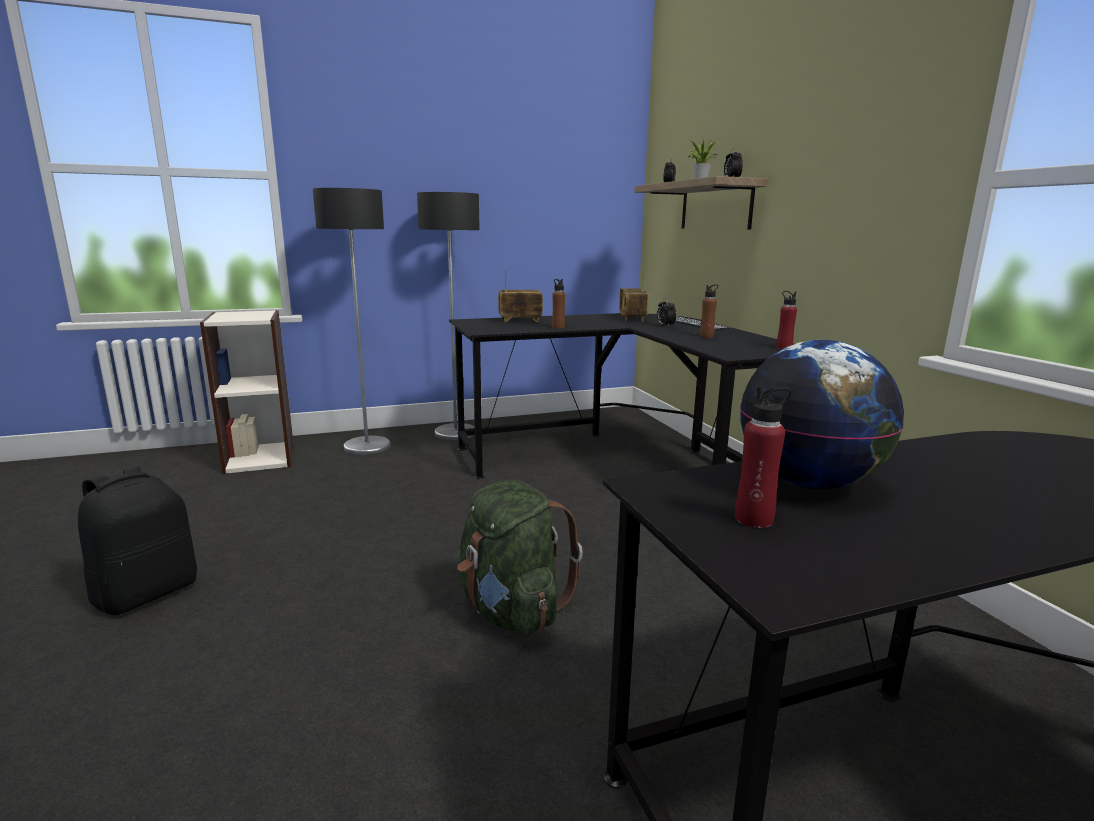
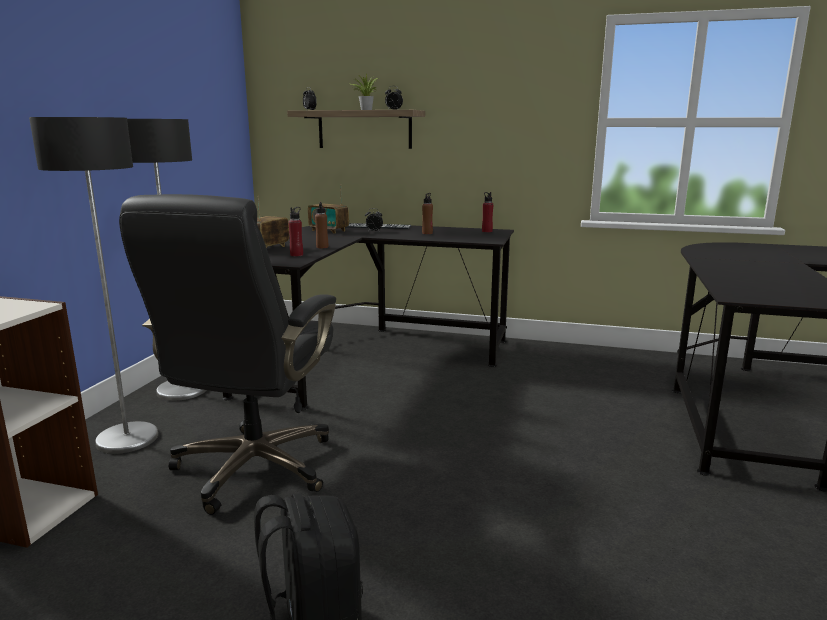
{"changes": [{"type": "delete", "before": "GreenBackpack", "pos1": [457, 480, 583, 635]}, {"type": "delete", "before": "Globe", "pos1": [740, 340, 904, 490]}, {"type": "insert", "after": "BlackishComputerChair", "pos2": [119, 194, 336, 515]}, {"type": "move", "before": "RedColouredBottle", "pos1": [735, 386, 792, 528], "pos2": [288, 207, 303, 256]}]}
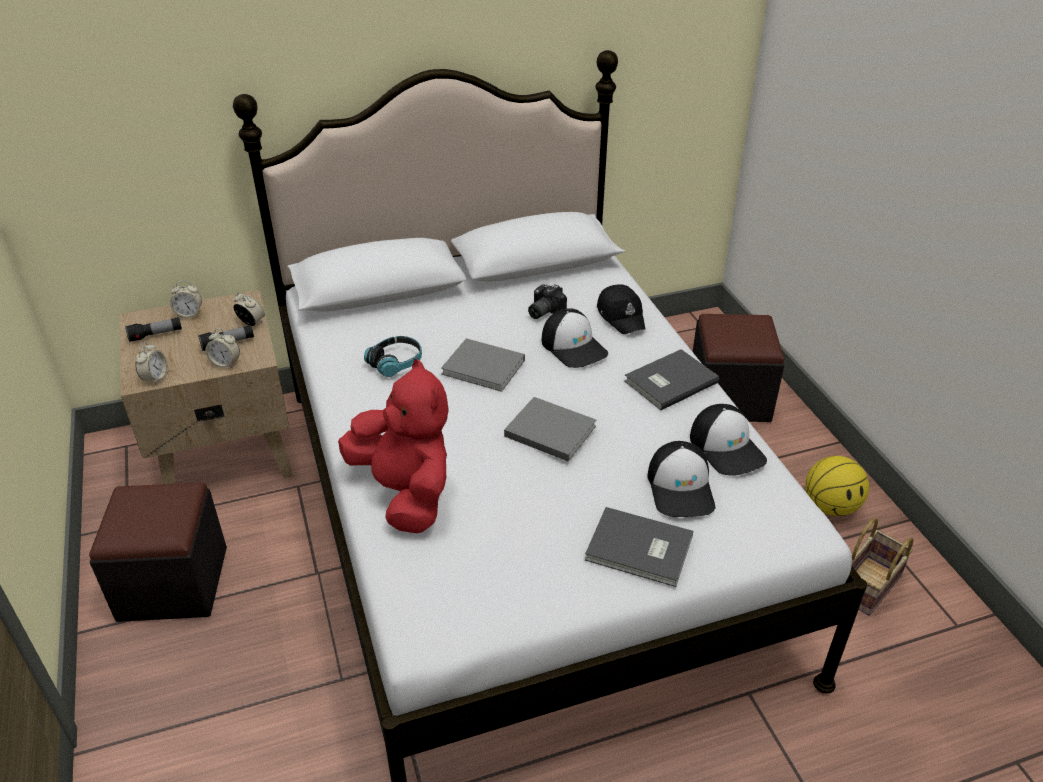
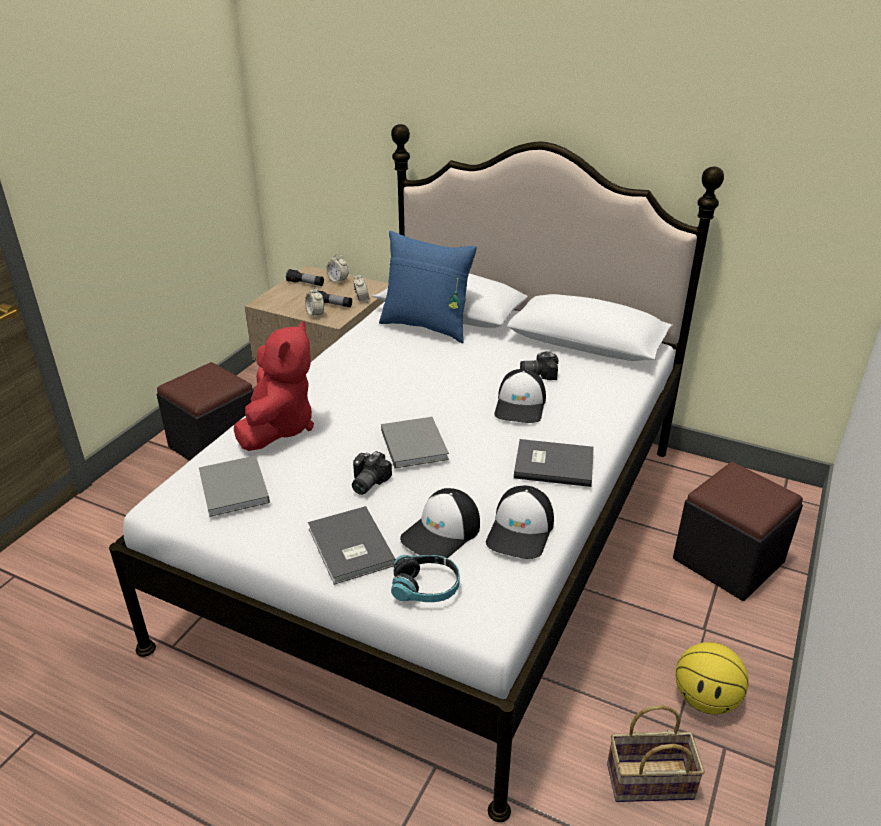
{"changes": [{"type": "delete", "before": "BedsideClock", "pos1": [136, 342, 167, 384]}, {"type": "delete", "before": "BlackishCap", "pos1": [597, 285, 645, 334]}, {"type": "insert", "after": "StillCamera", "pos2": [352, 451, 392, 495]}, {"type": "insert", "after": "BlueCushion", "pos2": [379, 231, 477, 343]}, {"type": "move", "before": "PairOfHeadphones", "pos1": [364, 336, 422, 377], "pos2": [391, 555, 460, 602]}, {"type": "move", "before": "GreyishBook", "pos1": [441, 338, 525, 392], "pos2": [199, 455, 270, 517]}]}
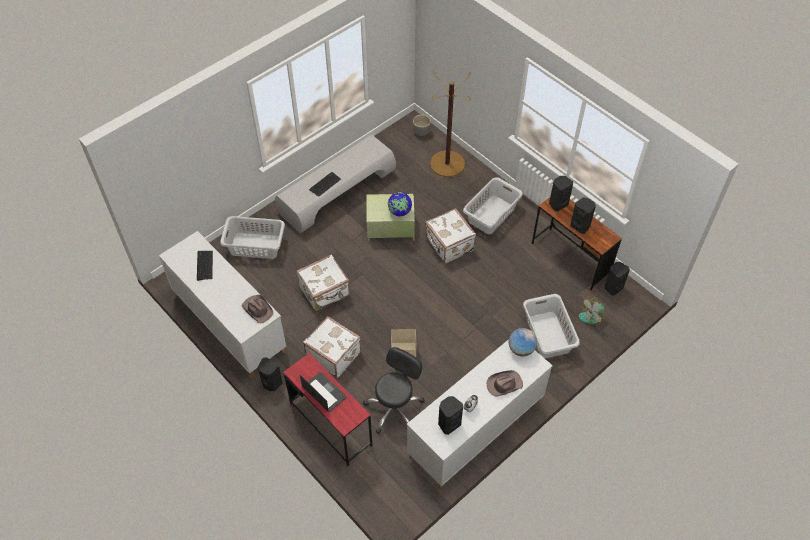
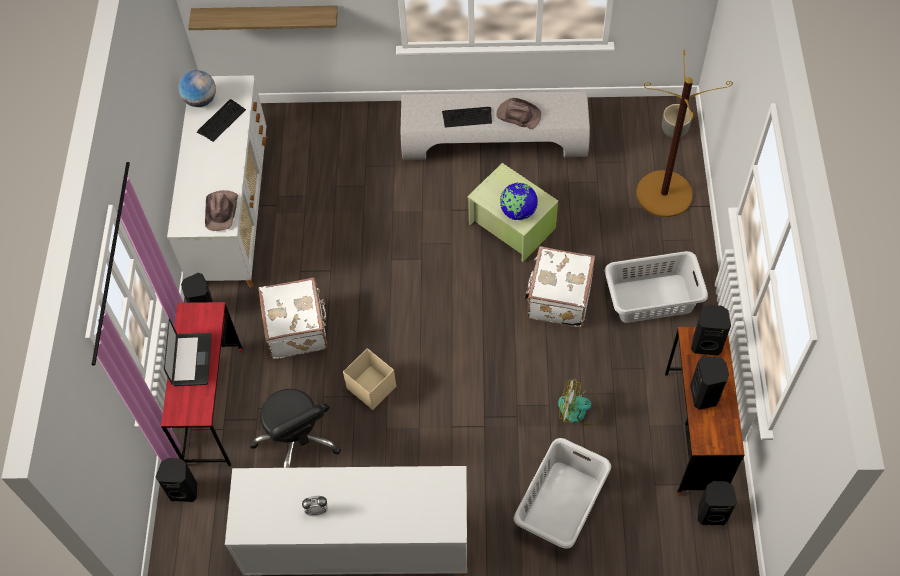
{"changes": [{"type": "delete", "before": "GreyishLaundryBasket", "pos1": [220, 216, 285, 259]}, {"type": "delete", "before": "WhiteSuitcase", "pos1": [296, 254, 350, 311]}, {"type": "insert", "after": "BracketShelf", "pos2": [188, 5, 338, 30]}, {"type": "move", "before": "BlackishAudioSpeaker", "pos1": [438, 396, 463, 435], "pos2": [156, 458, 197, 502]}, {"type": "move", "before": "BrownColouredHat", "pos1": [487, 370, 523, 397], "pos2": [497, 98, 541, 130]}, {"type": "move", "before": "Globe", "pos1": [508, 328, 537, 356], "pos2": [178, 70, 216, 107]}, {"type": "move", "before": "Fan", "pos1": [578, 297, 607, 324], "pos2": [558, 379, 602, 425]}, {"type": "rotate", "before": "BlackishComputerChair", "pos1": [363, 347, 425, 434], "pos2": [250, 389, 341, 468], "turn": 75}]}
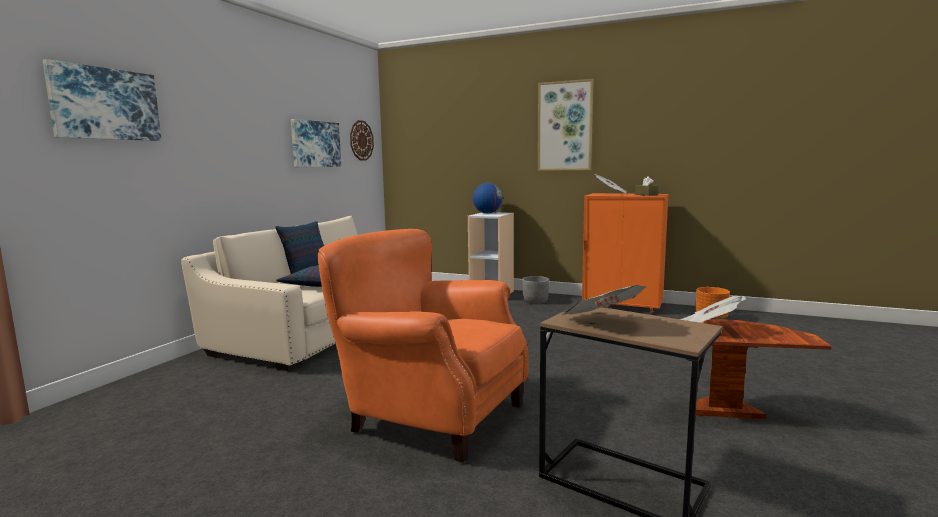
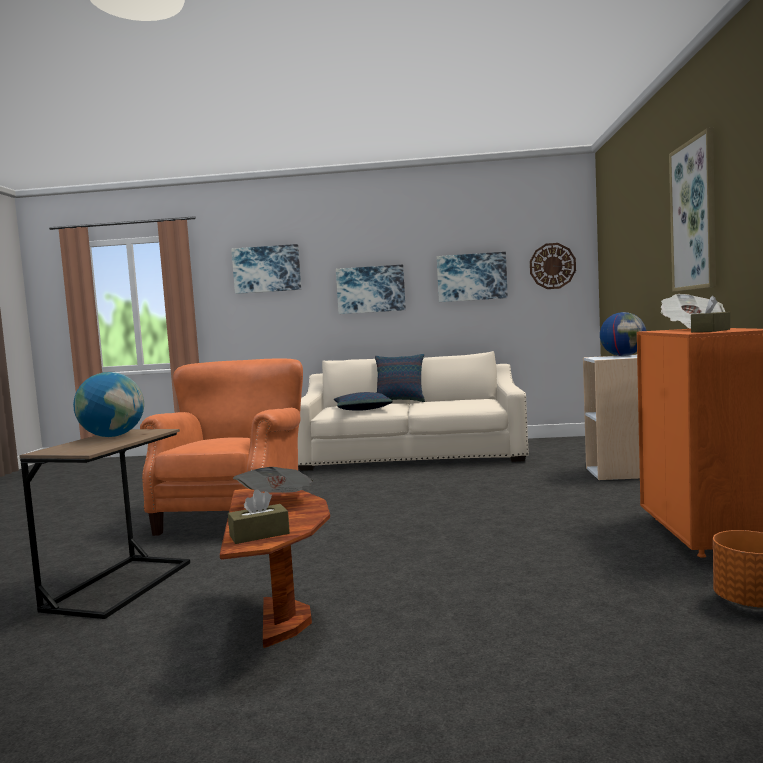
{"changes": [{"type": "delete", "before": "GreyishPlantPot", "pos1": [522, 276, 549, 304]}, {"type": "insert", "after": "BrownColouredBoxOfTissues", "pos2": [228, 489, 290, 544]}, {"type": "insert", "after": "WallArt", "pos2": [336, 264, 406, 314]}, {"type": "replace", "before": "PrintedPaper", "after": "Globe", "pos1": [562, 285, 646, 315], "pos2": [73, 372, 144, 437]}]}
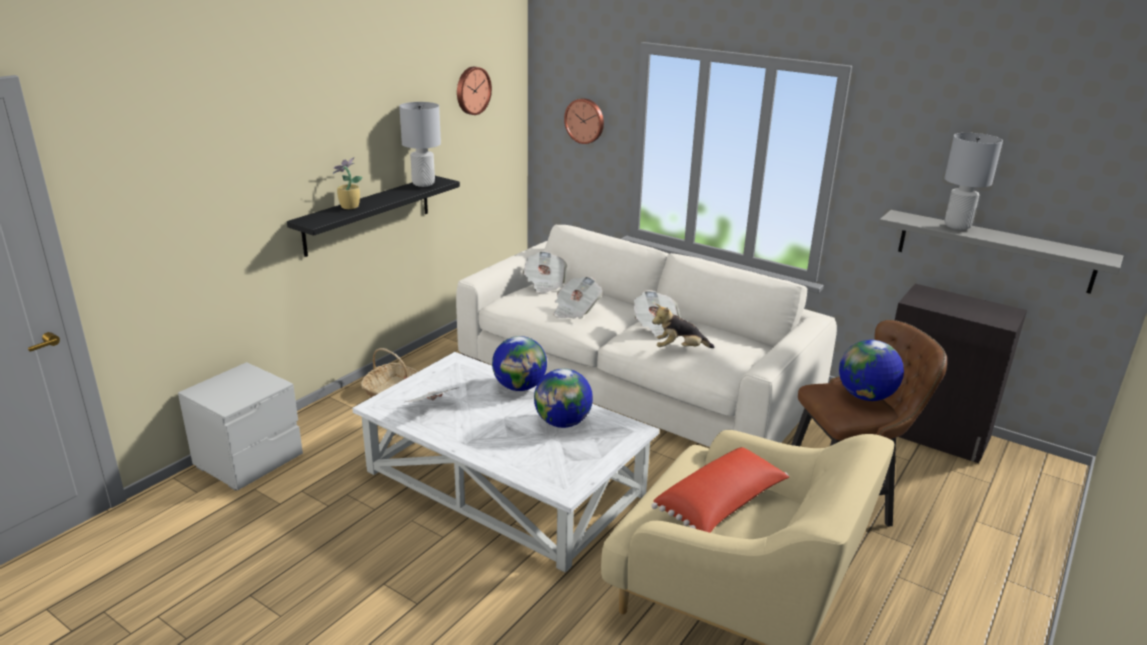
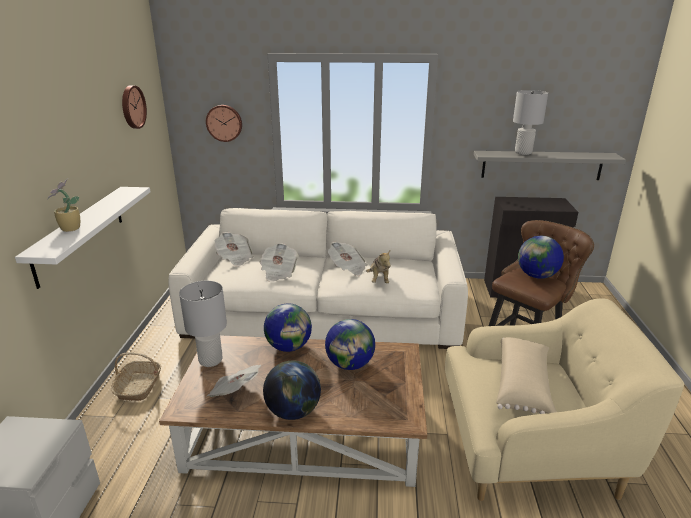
{"changes": [{"type": "insert", "after": "Globe", "pos2": [263, 361, 321, 420]}, {"type": "move", "before": "GreyishTabletopLamp", "pos1": [399, 102, 441, 187], "pos2": [179, 281, 227, 367]}, {"type": "recolor", "before": "BlackishBracketShelf", "after": "WhiteBracketShelf", "pos1": [287, 176, 460, 257], "pos2": [15, 187, 151, 289]}, {"type": "recolor", "before": "WhiteLowTable", "after": "BrownColouredLowTable", "pos1": [352, 352, 660, 573], "pos2": [159, 335, 427, 487]}, {"type": "recolor", "before": "RedColouredCushion", "after": "SandColouredCushion", "pos1": [651, 447, 789, 533], "pos2": [496, 337, 557, 414]}, {"type": "rotate", "before": "SoftToy", "pos1": [652, 304, 715, 348], "pos2": [366, 250, 391, 283], "turn": -60}]}
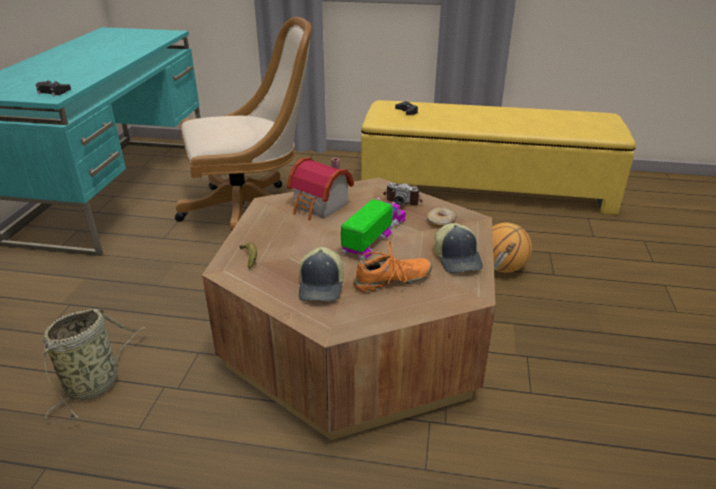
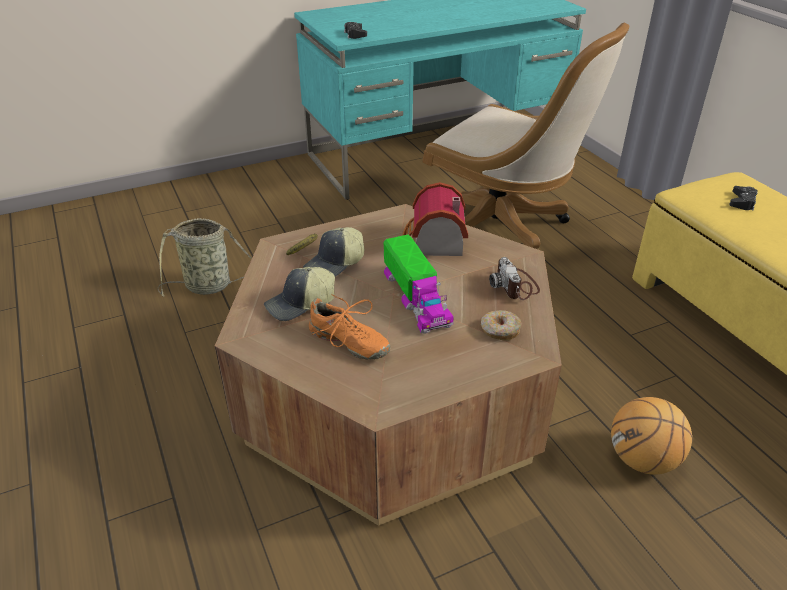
{"changes": [{"type": "move", "before": "Cap", "pos1": [435, 223, 483, 274], "pos2": [303, 227, 364, 277]}, {"type": "rotate", "before": "ModelTruck", "pos1": [341, 197, 406, 260], "pos2": [383, 235, 454, 334], "turn": 75}]}
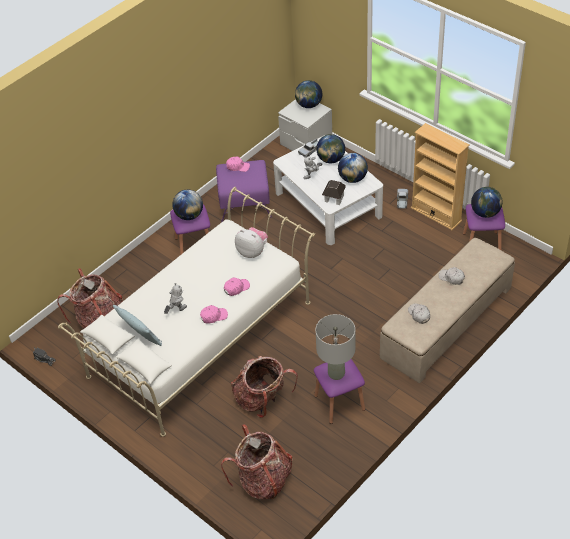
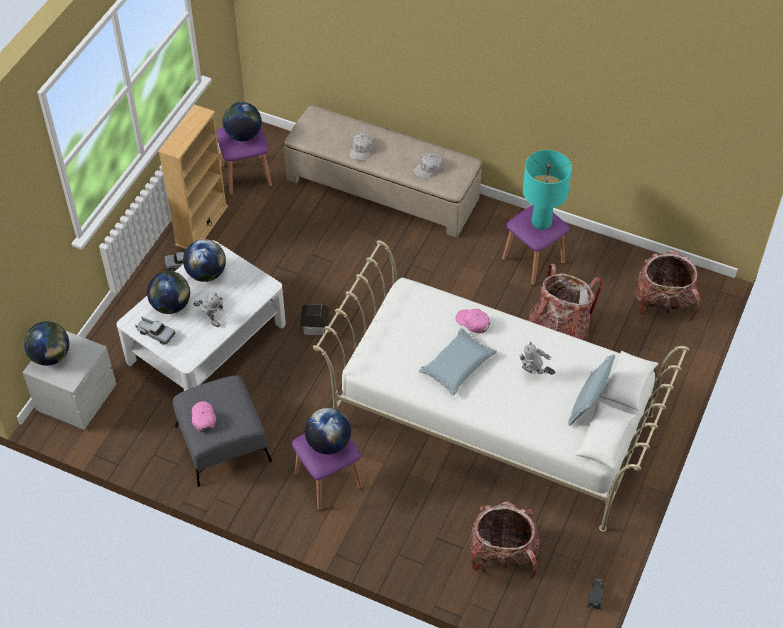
{"changes": [{"type": "delete", "before": "PinkishCap", "pos1": [200, 305, 228, 323]}, {"type": "delete", "before": "SoftToy", "pos1": [235, 227, 268, 258]}, {"type": "insert", "after": "BlueCushion", "pos2": [419, 328, 497, 395]}, {"type": "move", "before": "ToyHouse", "pos1": [322, 180, 346, 205], "pos2": [299, 304, 330, 335]}, {"type": "recolor", "before": "PurpleColouredPouffe", "after": "GreyishPouffe", "pos1": [216, 160, 272, 223], "pos2": [173, 376, 272, 487]}, {"type": "recolor", "before": "GreyishTabletopLamp", "after": "BlueGreenTabletopLamp", "pos1": [316, 314, 355, 380], "pos2": [523, 150, 572, 230]}]}
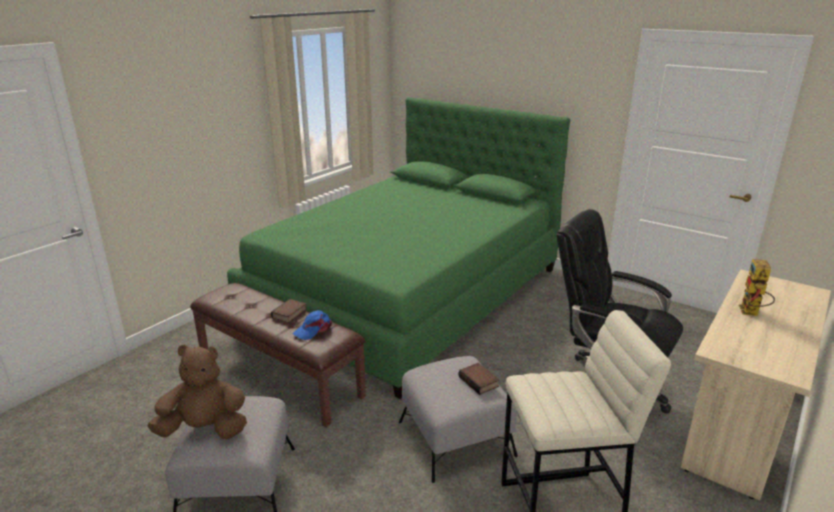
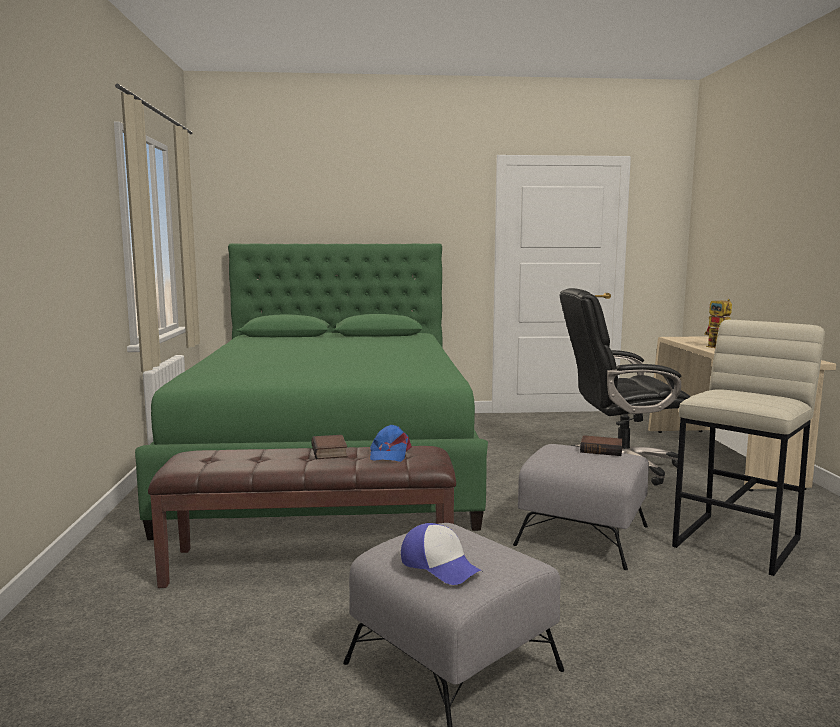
{"changes": [{"type": "replace", "before": "BrownColouredSoftToy", "after": "Cap", "pos1": [148, 345, 247, 439], "pos2": [401, 523, 482, 585]}]}
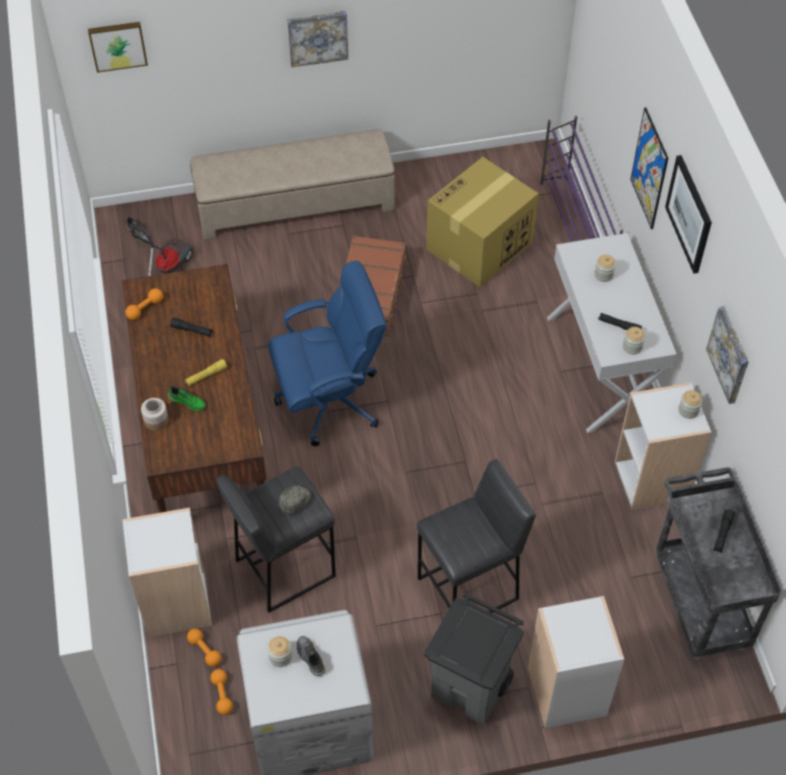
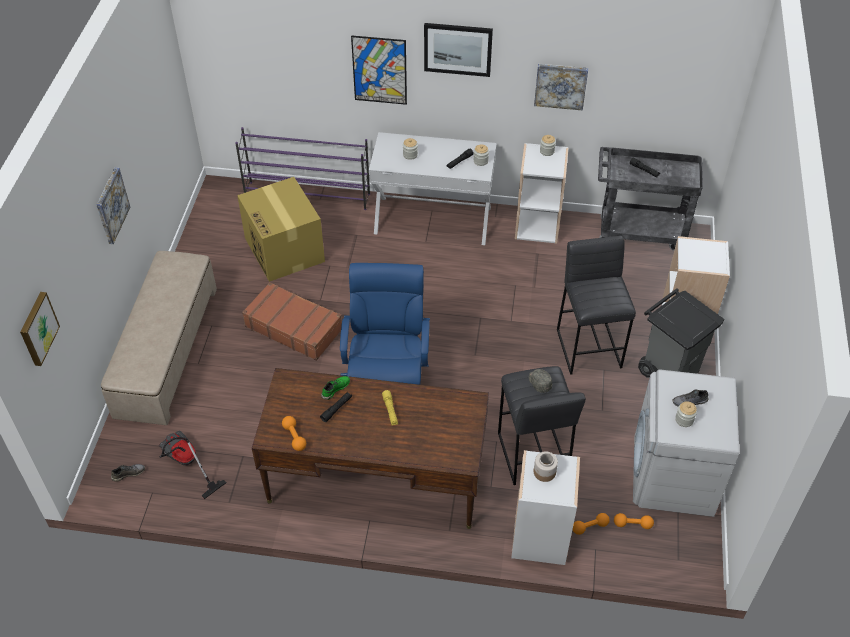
{"changes": [{"type": "move", "before": "StorageJar", "pos1": [141, 398, 169, 431], "pos2": [534, 451, 558, 482]}, {"type": "move", "before": "GreenLowShoe", "pos1": [168, 386, 206, 411], "pos2": [321, 376, 350, 400]}]}
